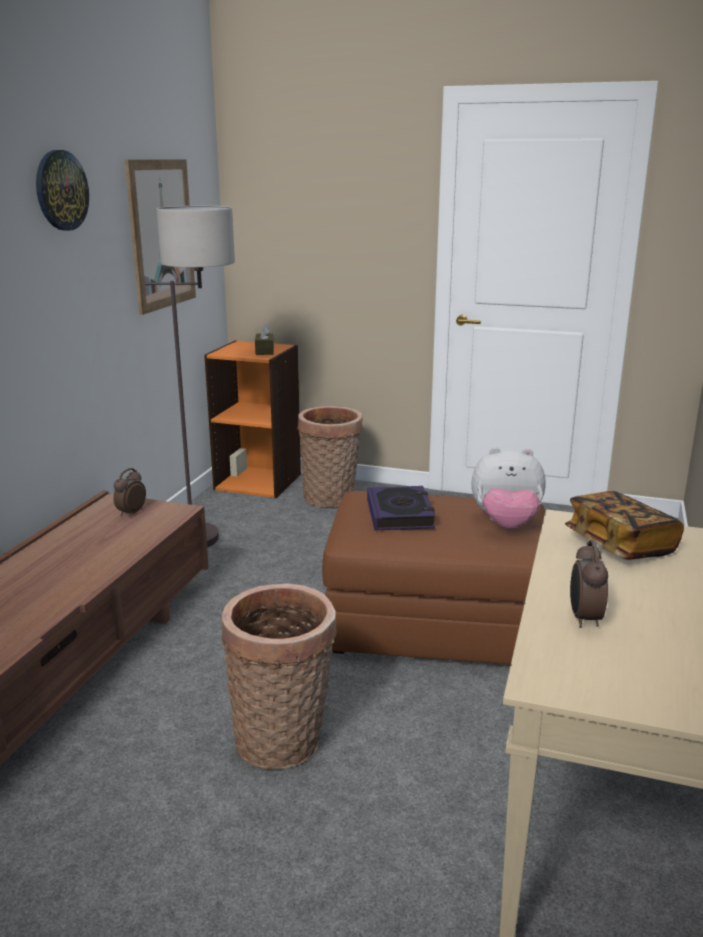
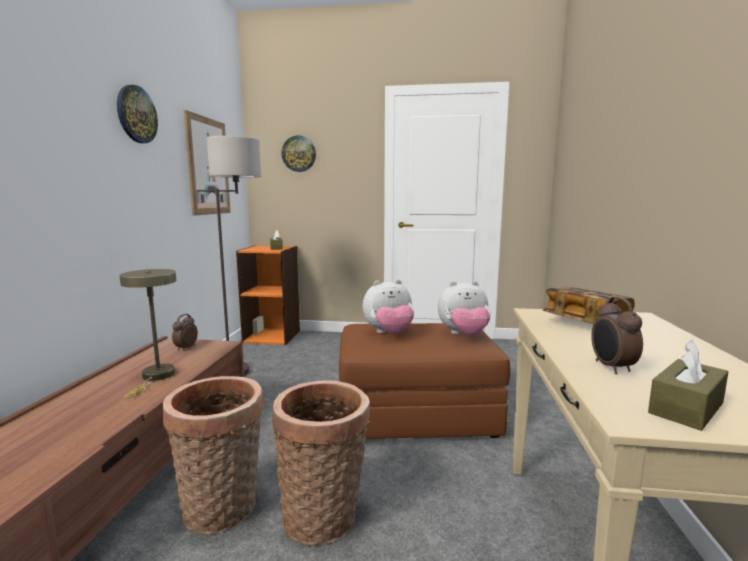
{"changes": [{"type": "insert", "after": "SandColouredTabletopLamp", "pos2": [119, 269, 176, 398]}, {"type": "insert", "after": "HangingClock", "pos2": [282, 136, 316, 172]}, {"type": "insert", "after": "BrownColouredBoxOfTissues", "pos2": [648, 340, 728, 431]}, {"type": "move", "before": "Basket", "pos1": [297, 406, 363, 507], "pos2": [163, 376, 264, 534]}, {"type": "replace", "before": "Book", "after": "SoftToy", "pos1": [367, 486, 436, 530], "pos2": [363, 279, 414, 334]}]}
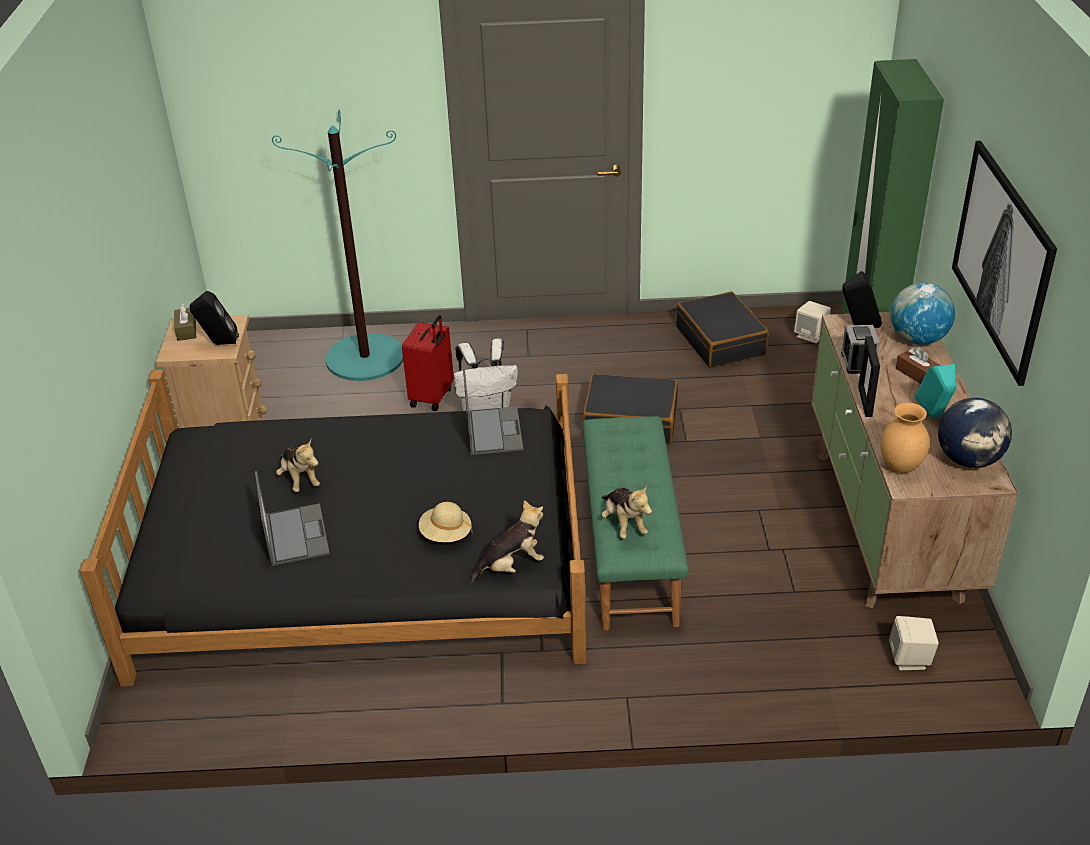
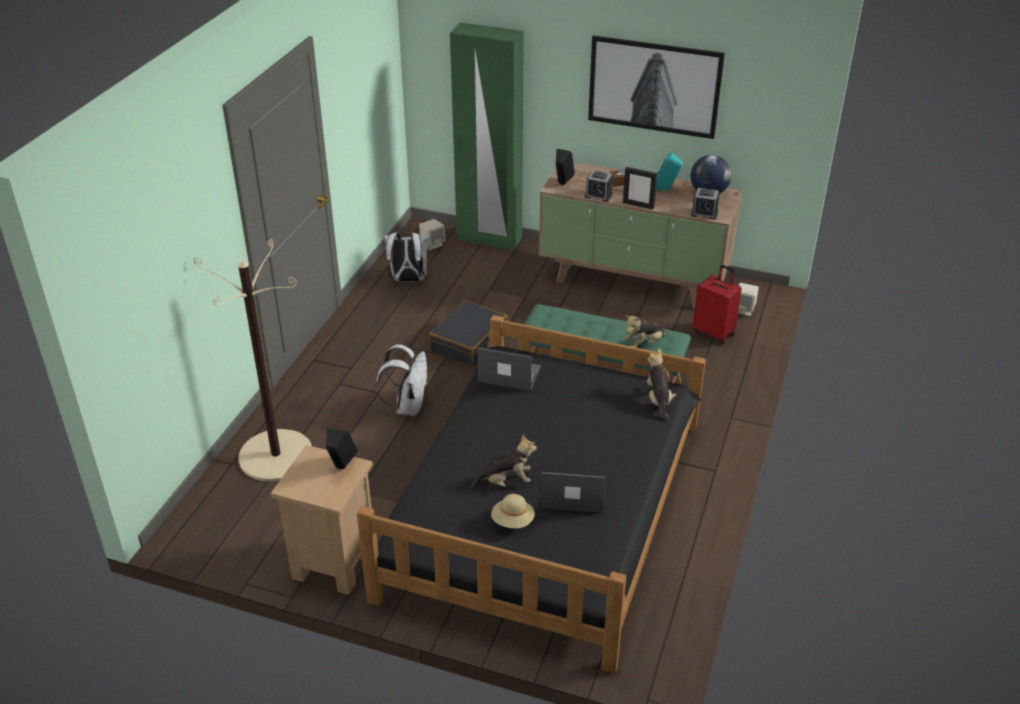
{"changes": [{"type": "delete", "before": "BrownColouredBoxOfTissues", "pos1": [174, 304, 196, 341]}, {"type": "delete", "before": "Globe", "pos1": [891, 283, 955, 345]}, {"type": "move", "before": "RedColouredSuitcase", "pos1": [402, 315, 454, 411], "pos2": [693, 265, 742, 345]}, {"type": "move", "before": "SandColouredHat", "pos1": [419, 502, 473, 542], "pos2": [491, 494, 535, 528]}, {"type": "replace", "before": "BlackishSuitcase", "after": "WhiteBackpack", "pos1": [676, 292, 769, 367], "pos2": [384, 232, 430, 282]}, {"type": "replace", "before": "BrownColouredVase", "after": "BedsideClock", "pos1": [880, 403, 930, 473], "pos2": [691, 188, 720, 220]}, {"type": "recolor", "before": "BlueGreenGarmentStand", "after": "SandColouredGarmentStand", "pos1": [272, 110, 403, 381], "pos2": [194, 239, 312, 482]}, {"type": "rotate", "before": "SoftToy", "pos1": [601, 486, 652, 538], "pos2": [623, 315, 668, 348], "turn": 150}]}
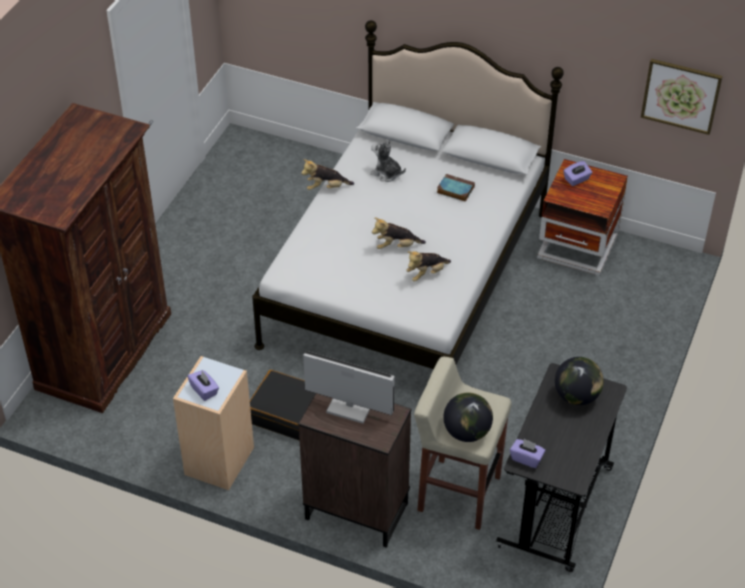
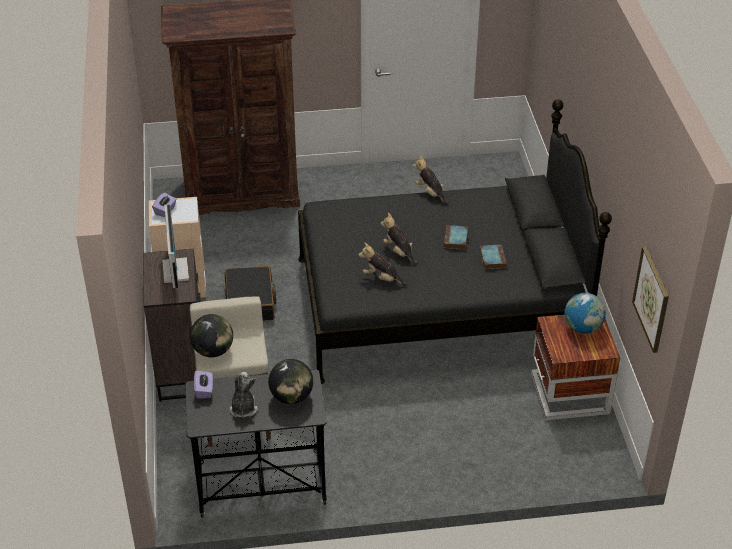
{"changes": [{"type": "insert", "after": "Book", "pos2": [444, 225, 468, 250]}, {"type": "move", "before": "SoftToy", "pos1": [370, 139, 406, 182], "pos2": [230, 372, 258, 418]}, {"type": "replace", "before": "PurpleColouredBoxOfTissues", "after": "Globe", "pos1": [563, 161, 592, 186], "pos2": [564, 293, 606, 334]}, {"type": "recolor", "before": "WhiteSleepingBed", "after": "BlackishSleepingBed", "pos1": [252, 20, 564, 369], "pos2": [298, 99, 612, 384]}]}
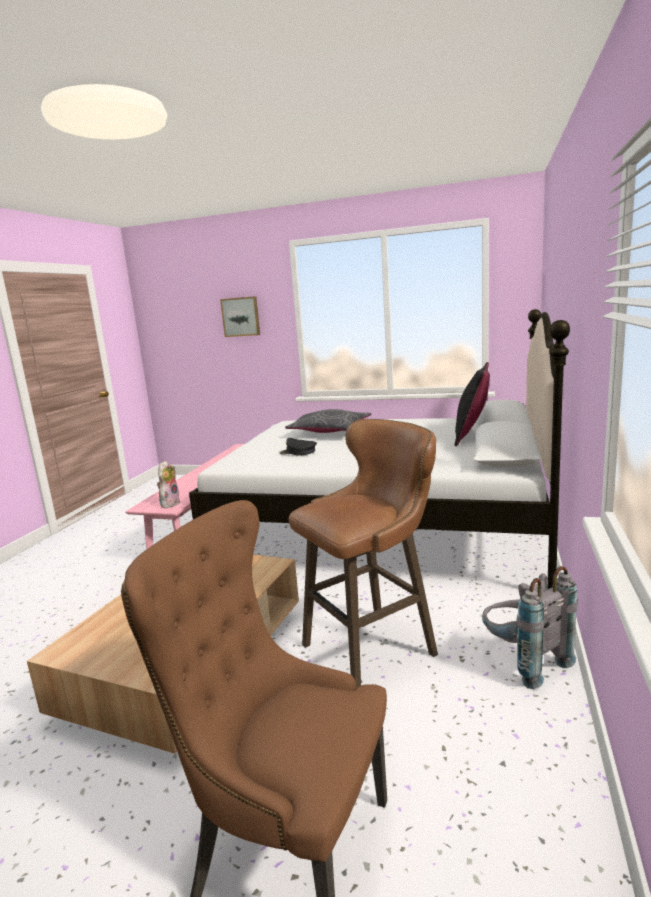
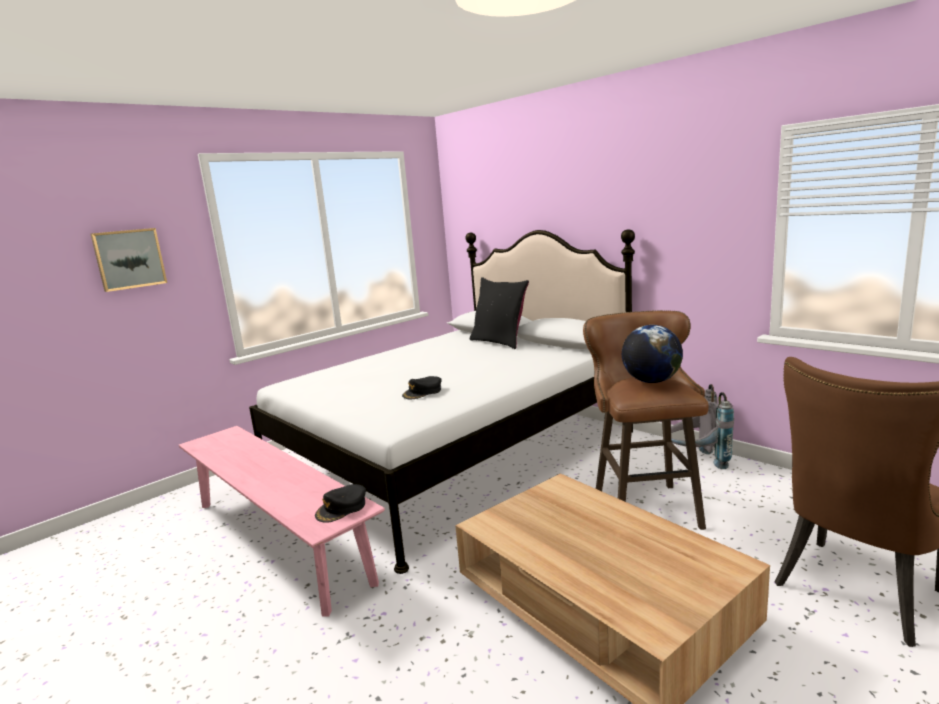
{"changes": [{"type": "delete", "before": "GreyishCushion", "pos1": [285, 409, 372, 433]}, {"type": "insert", "after": "Globe", "pos2": [622, 325, 683, 383]}, {"type": "replace", "before": "SoftToy", "after": "BlackishCap", "pos1": [157, 461, 180, 508], "pos2": [315, 484, 366, 523]}]}
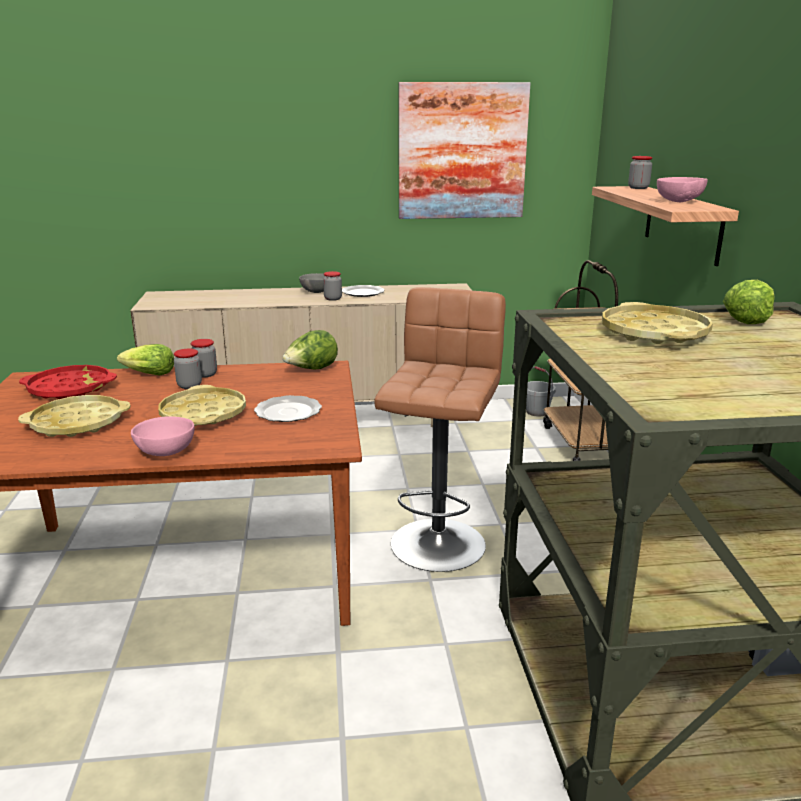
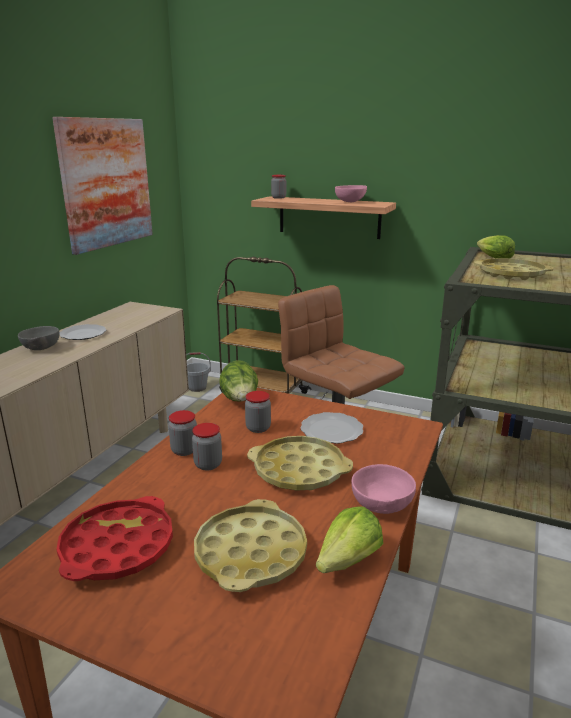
{"changes": [{"type": "move", "before": "LettuceHead", "pos1": [117, 344, 174, 376], "pos2": [316, 507, 383, 573]}, {"type": "move", "before": "StorageJar", "pos1": [323, 271, 342, 301], "pos2": [245, 391, 271, 433]}]}
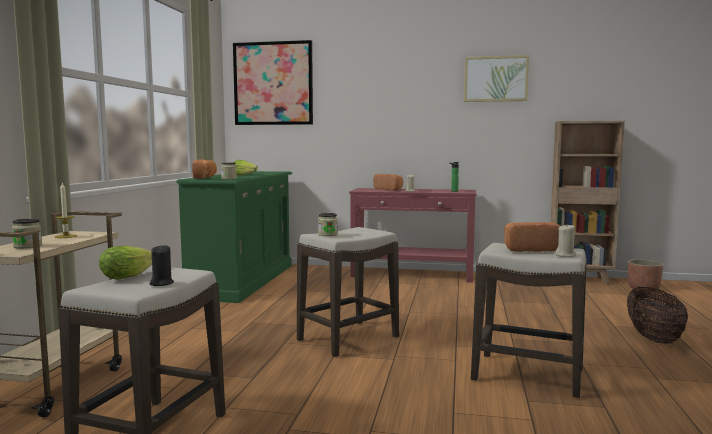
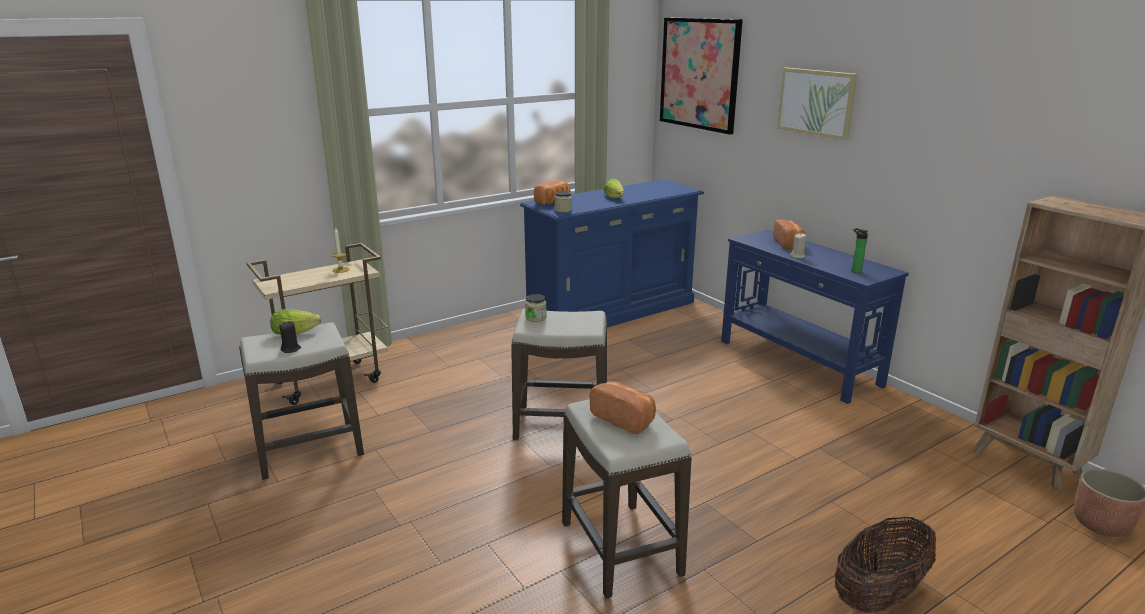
{"changes": [{"type": "delete", "before": "StorageJar", "pos1": [12, 218, 42, 249]}, {"type": "delete", "before": "SandColouredWaxLight", "pos1": [555, 225, 576, 257]}, {"type": "move", "before": "WallArt", "pos1": [464, 55, 529, 102], "pos2": [777, 67, 857, 140]}, {"type": "recolor", "before": "GreenCupboard", "after": "BlueCupboard", "pos1": [176, 171, 292, 303], "pos2": [520, 179, 704, 327]}, {"type": "recolor", "before": "RedColouredNarrowTable", "after": "BlueNarrowTable", "pos1": [349, 188, 476, 283], "pos2": [721, 229, 909, 404]}]}
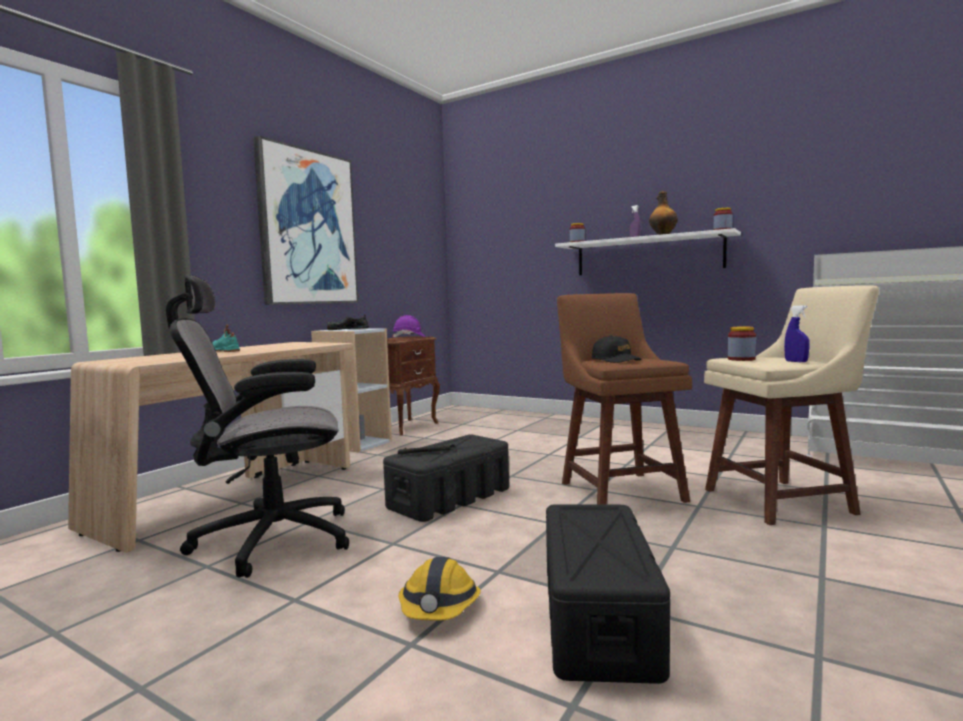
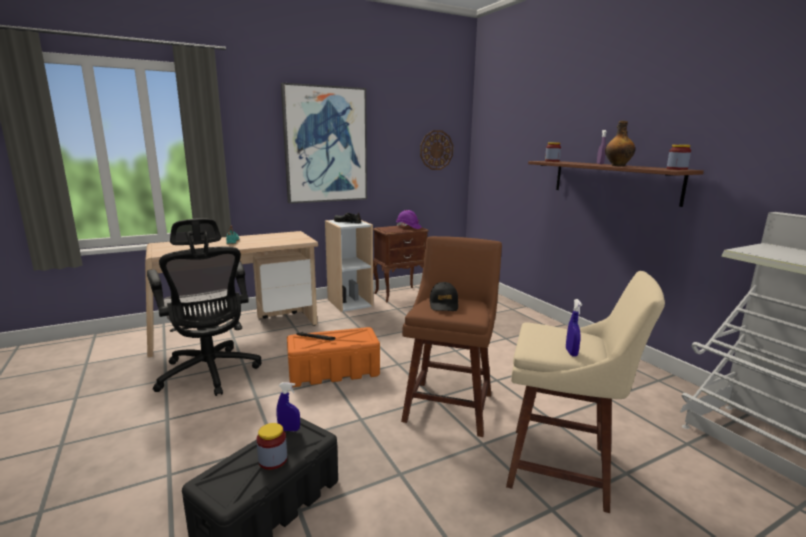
{"changes": [{"type": "delete", "before": "WorkHelmet", "pos1": [399, 557, 481, 621]}, {"type": "insert", "after": "BlueSprayer", "pos2": [277, 382, 300, 431]}, {"type": "insert", "after": "HangingClock", "pos2": [420, 130, 453, 170]}, {"type": "move", "before": "StorageJar", "pos1": [728, 327, 756, 361], "pos2": [257, 423, 287, 470]}, {"type": "recolor", "before": "BlackishStorageContainer", "after": "OrangeyStorageContainer", "pos1": [383, 435, 509, 522], "pos2": [287, 327, 380, 387]}, {"type": "recolor", "before": "WhiteBracketShelf", "after": "BrownColouredBracketShelf", "pos1": [555, 228, 741, 275], "pos2": [528, 161, 704, 207]}, {"type": "rotate", "before": "ComputerChair", "pos1": [166, 274, 349, 578], "pos2": [147, 218, 261, 396], "turn": -135}]}
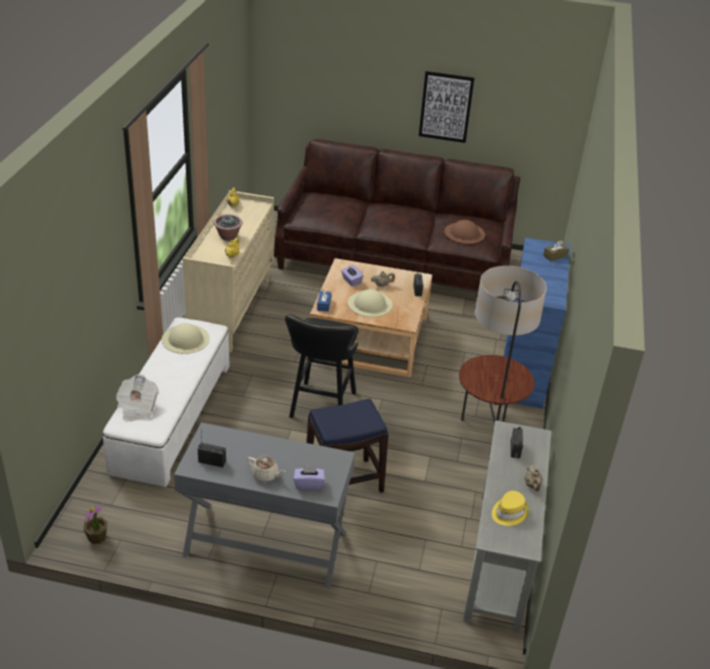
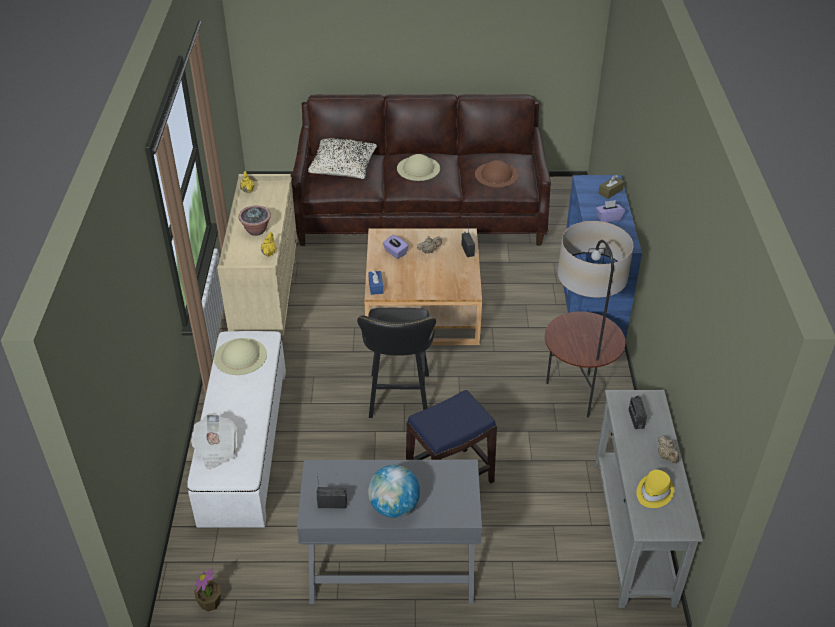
{"changes": [{"type": "delete", "before": "WallArt", "pos1": [419, 71, 474, 143]}, {"type": "insert", "after": "SandColouredCushion", "pos2": [308, 138, 377, 179]}, {"type": "move", "before": "PurpleColouredBoxOfTissues", "pos1": [294, 465, 325, 490], "pos2": [596, 200, 625, 223]}, {"type": "move", "before": "SandColouredHat", "pos1": [348, 289, 392, 317], "pos2": [397, 154, 440, 181]}, {"type": "replace", "before": "SandColouredTeapot", "after": "Globe", "pos1": [247, 456, 285, 482], "pos2": [368, 465, 420, 518]}]}
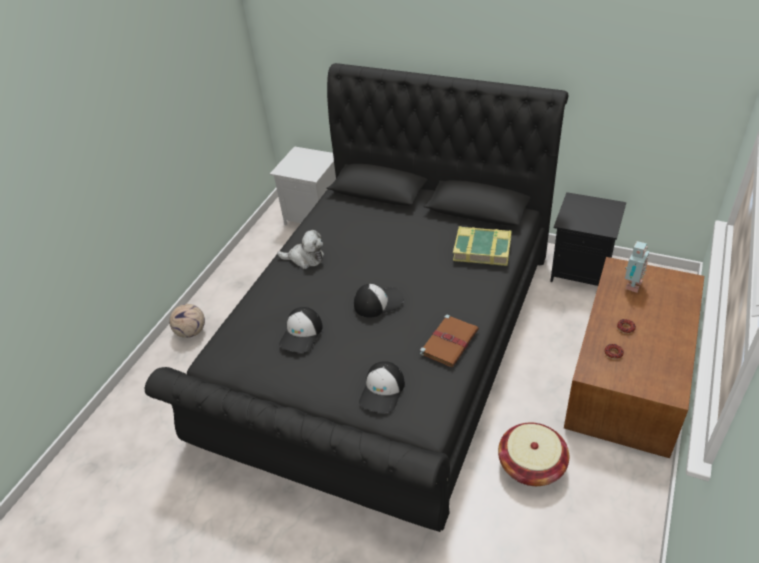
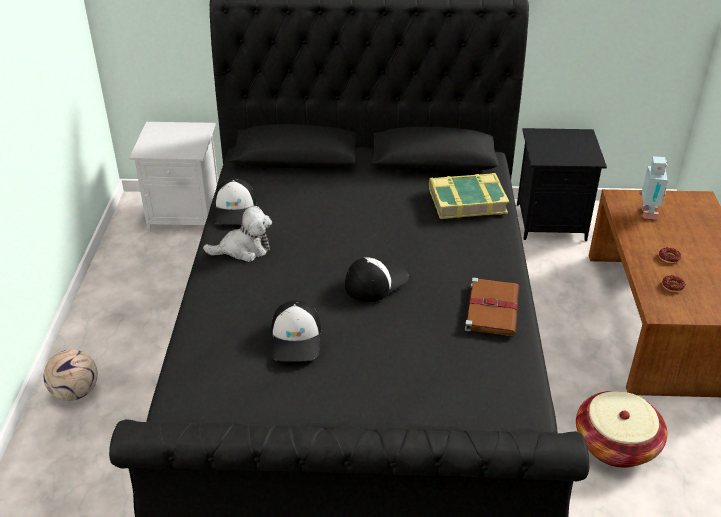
{"changes": [{"type": "move", "before": "Cap", "pos1": [359, 361, 405, 413], "pos2": [213, 178, 257, 225]}]}
